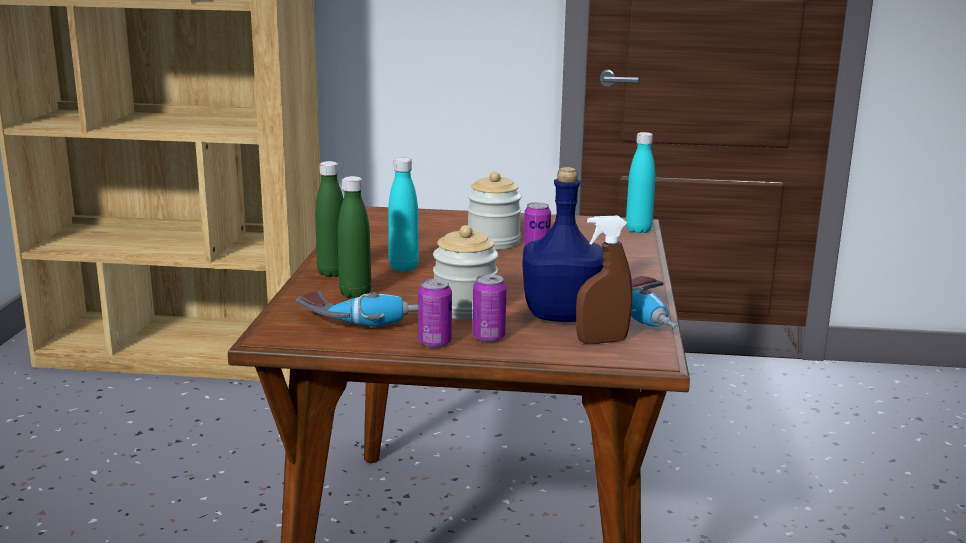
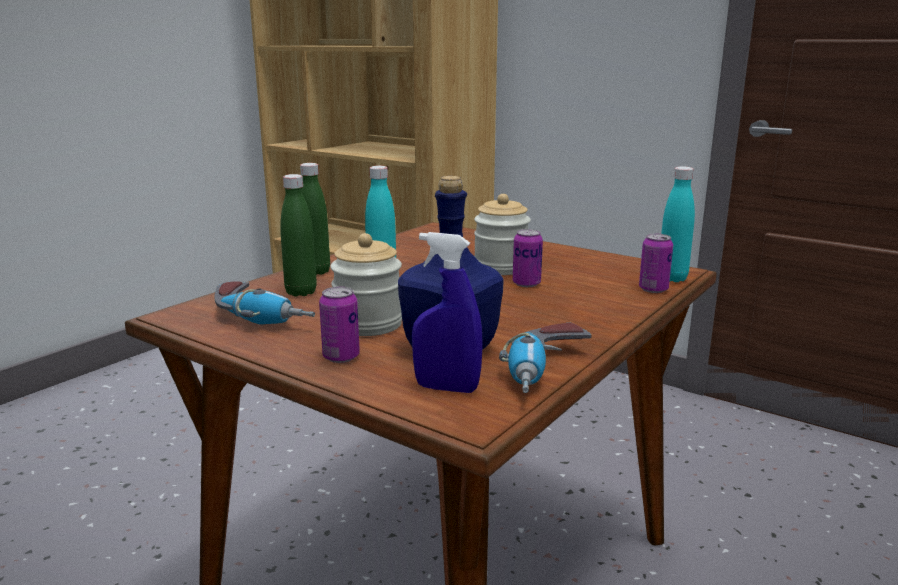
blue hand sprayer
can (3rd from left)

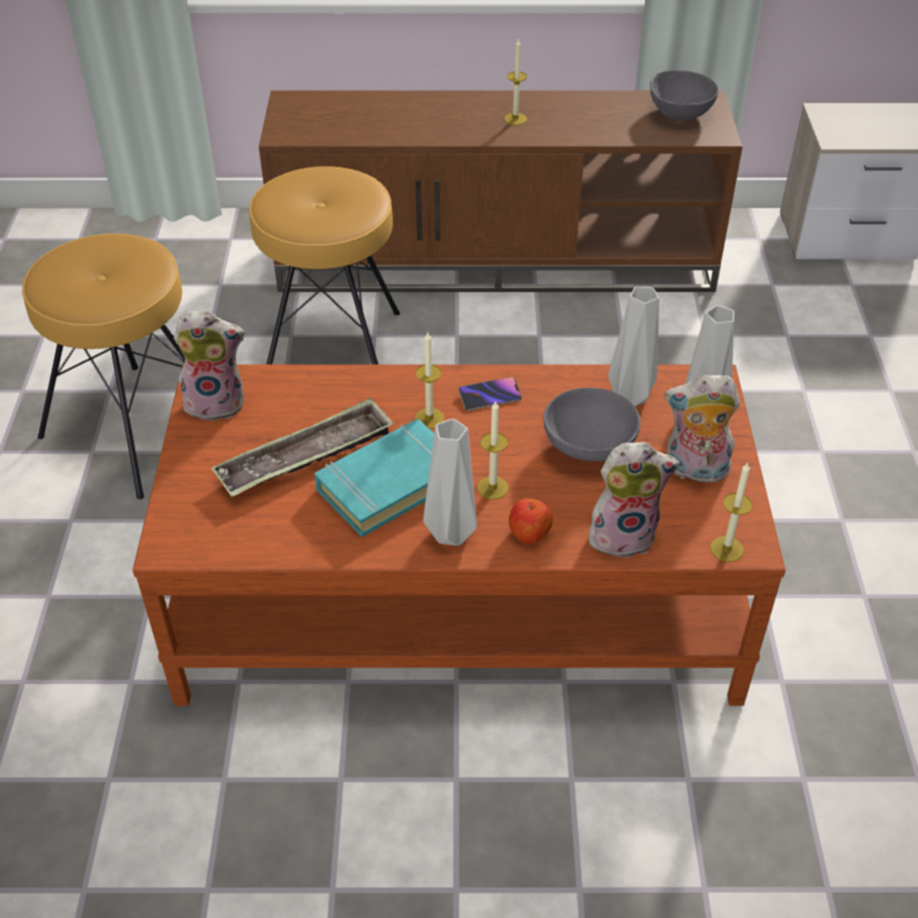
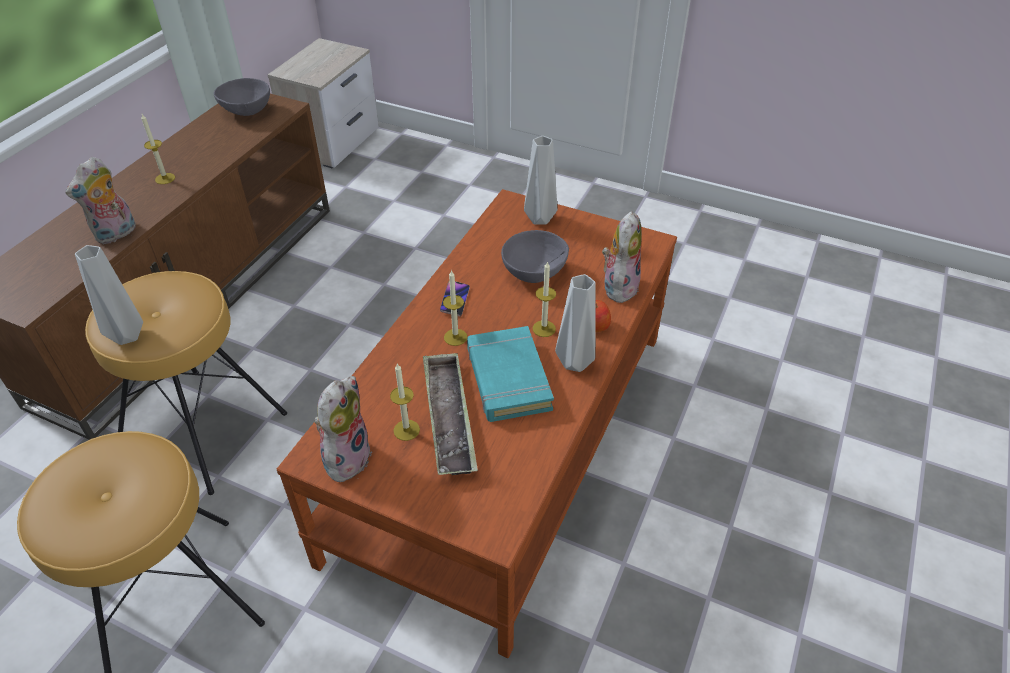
soft toy (1st from left)
greyish flower vase (1st from left)
wax light (2nd from left)

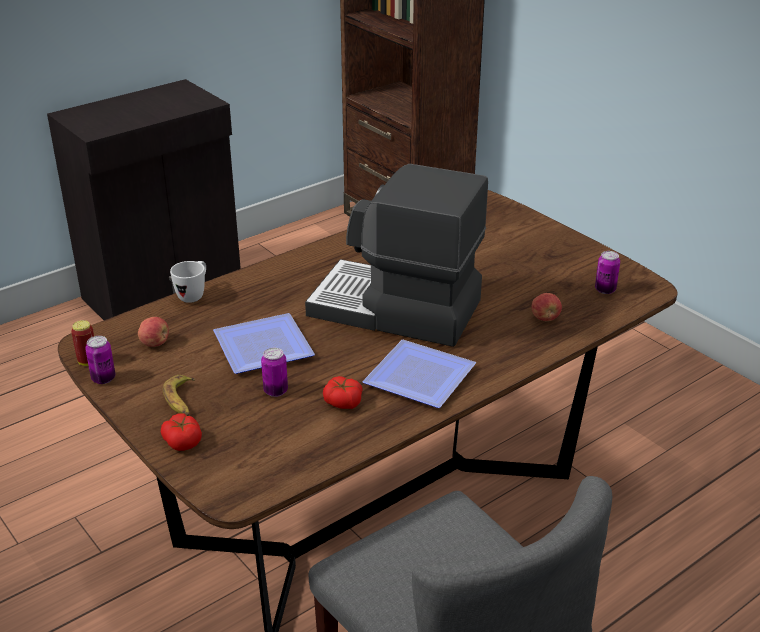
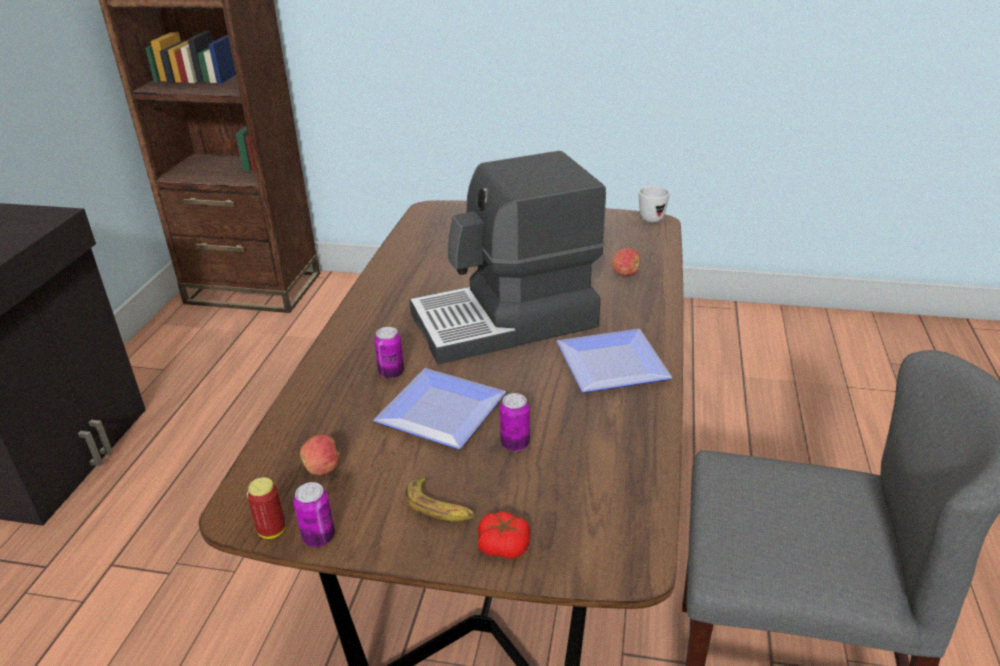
can (3rd from left)
white tea mug
tomato (2nd from left in the first image)

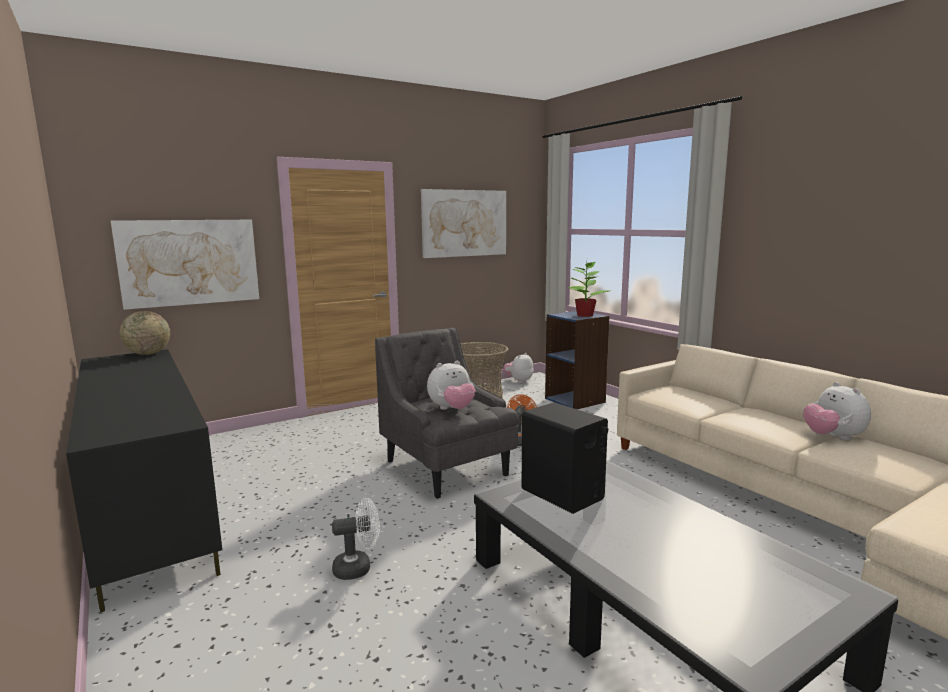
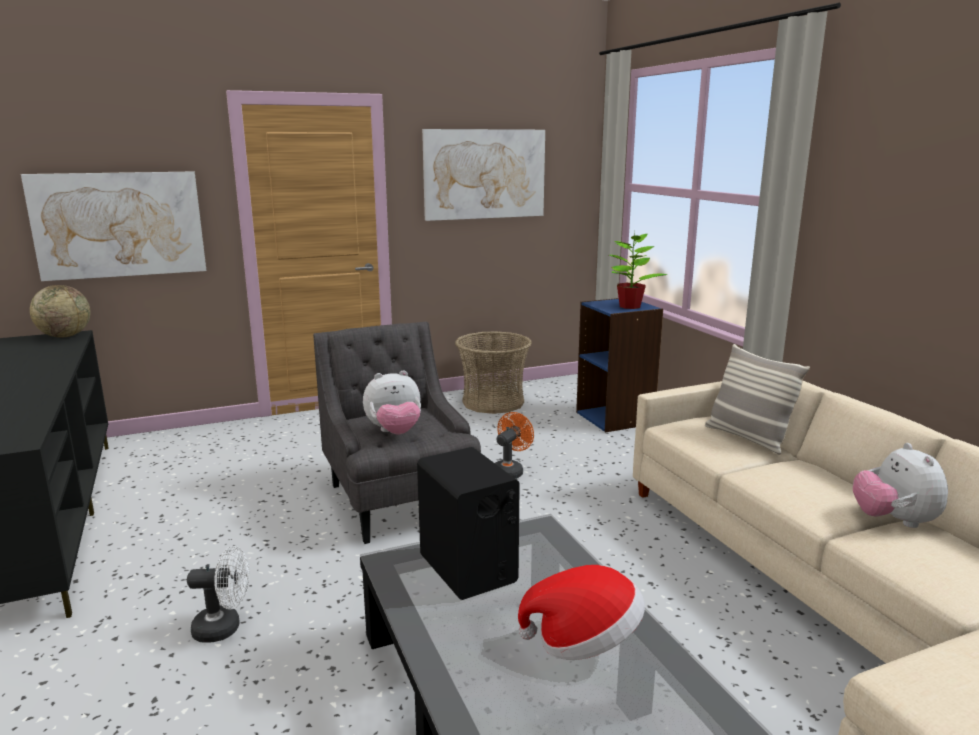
hat
throw pillow
soft toy (2nd from left in the first image)

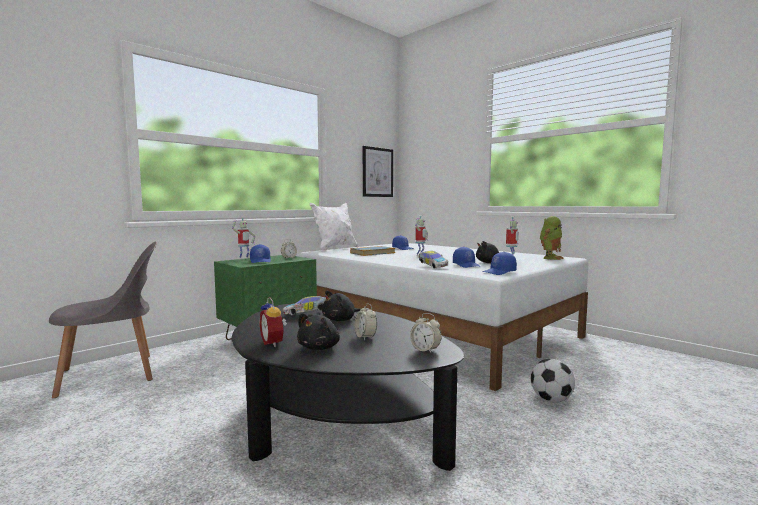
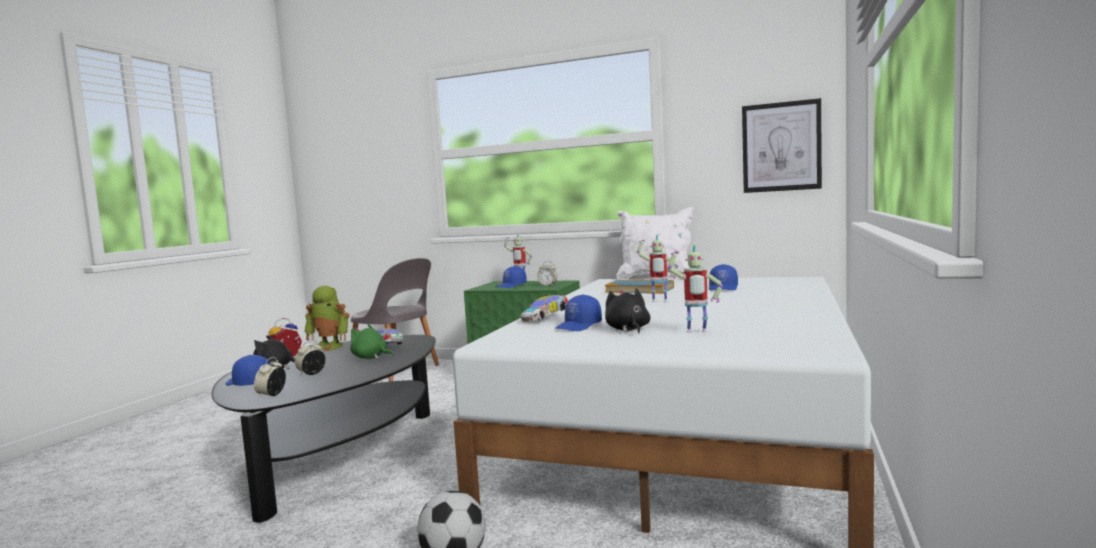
blue peaked cap (1st from left)
model robot (1st from left)
greenish soft toy

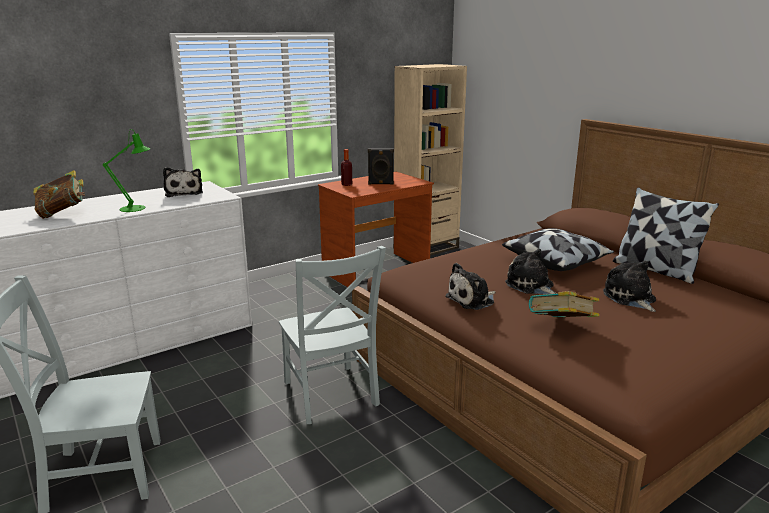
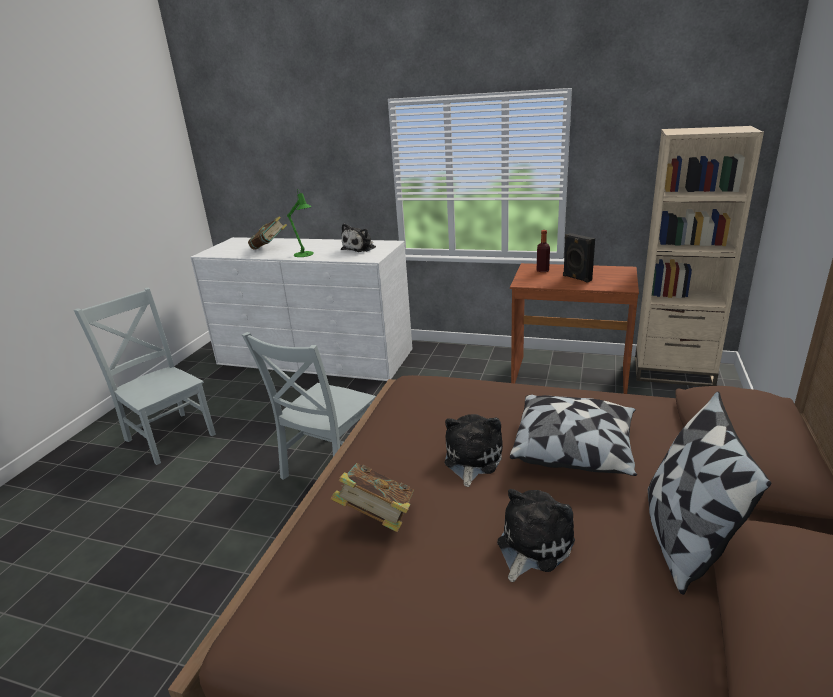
soft toy (2nd from left in the first image)

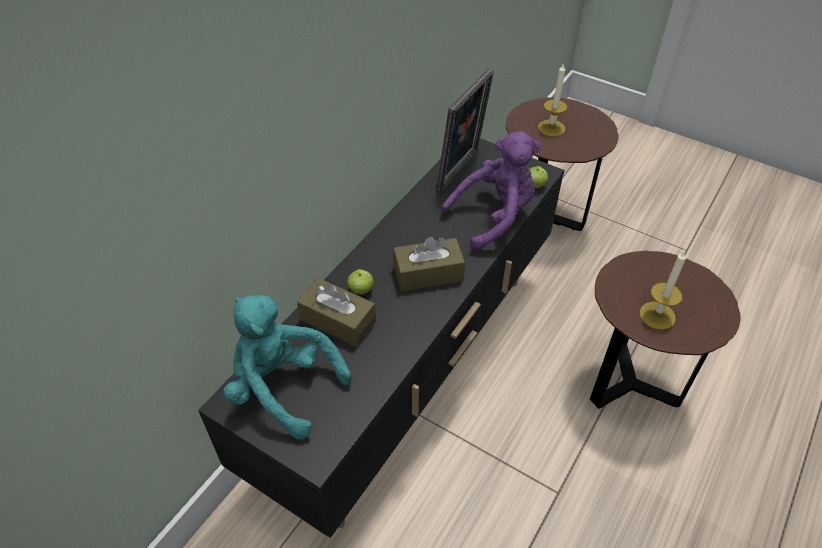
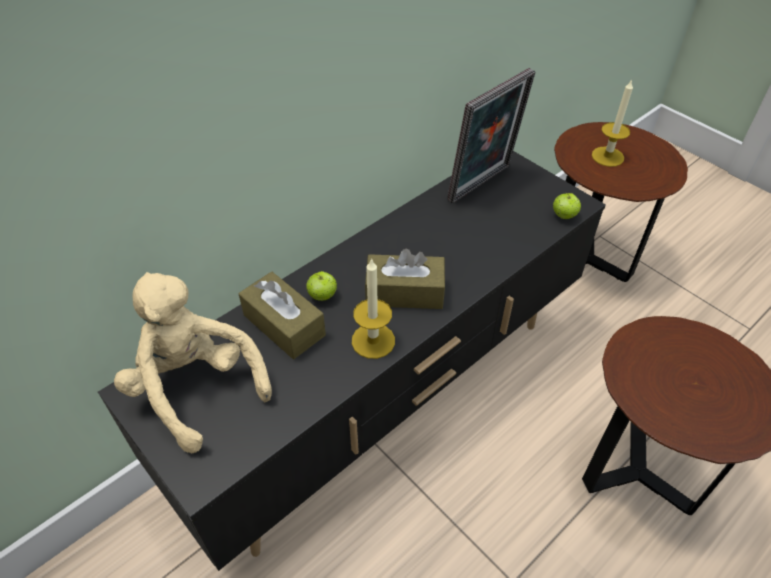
sand-coloured soft toy
wax light (1st from left)
purple-coloured soft toy

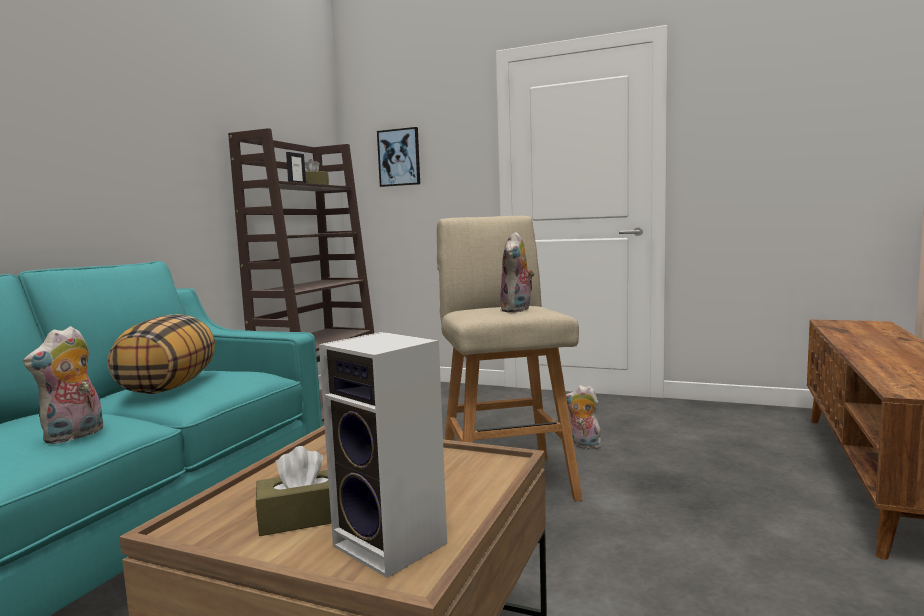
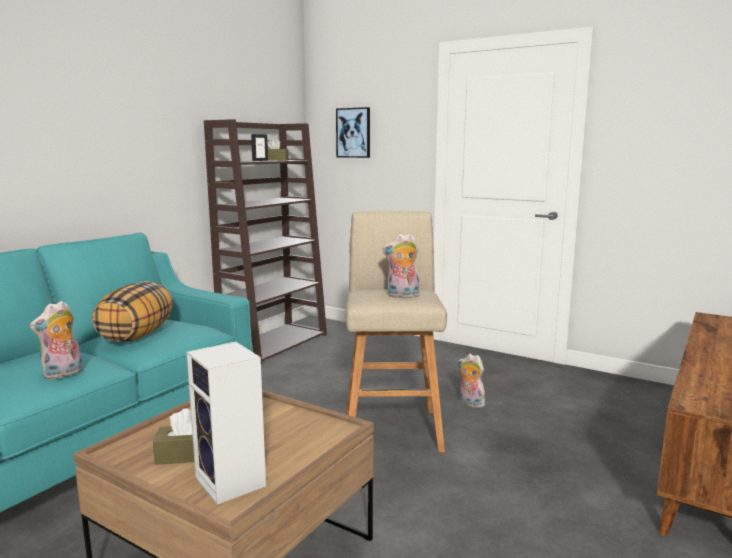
soft toy (2nd from left)

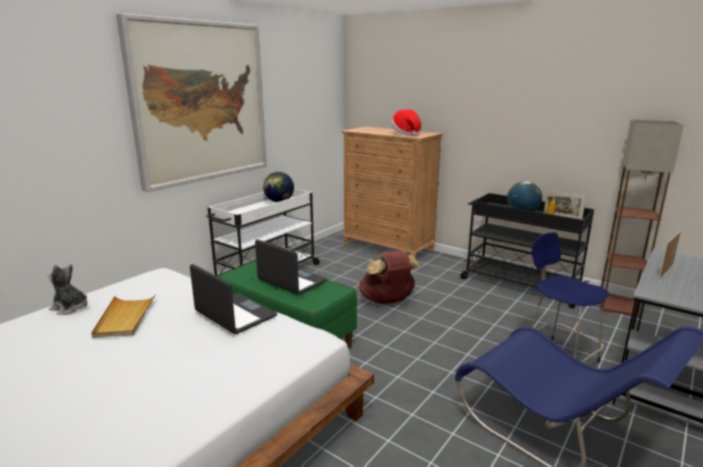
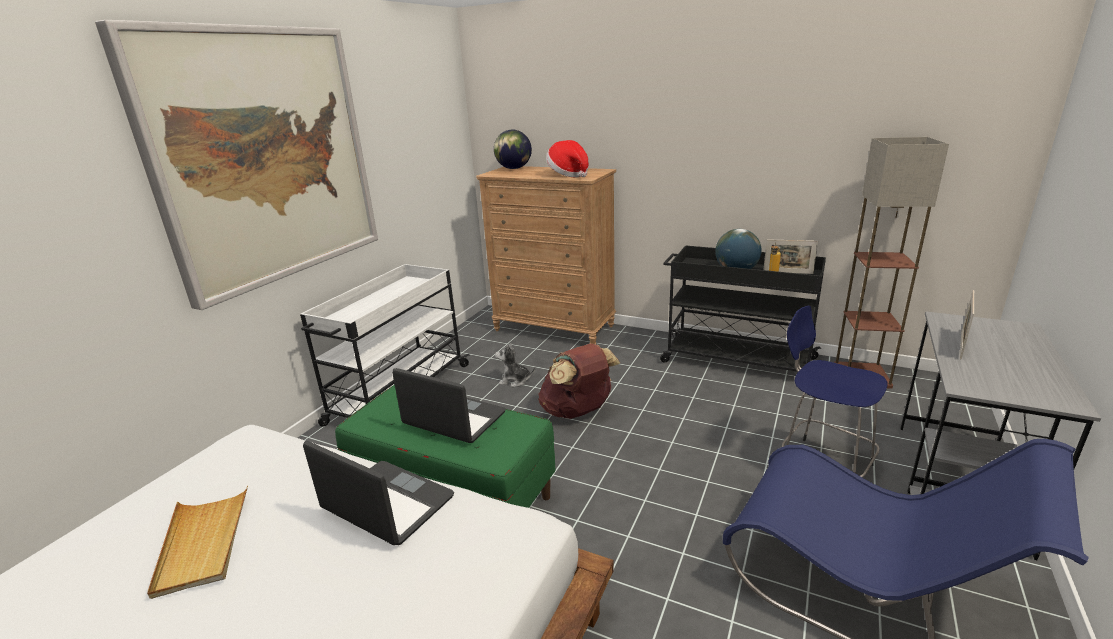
world globe (1st from left)
soft toy

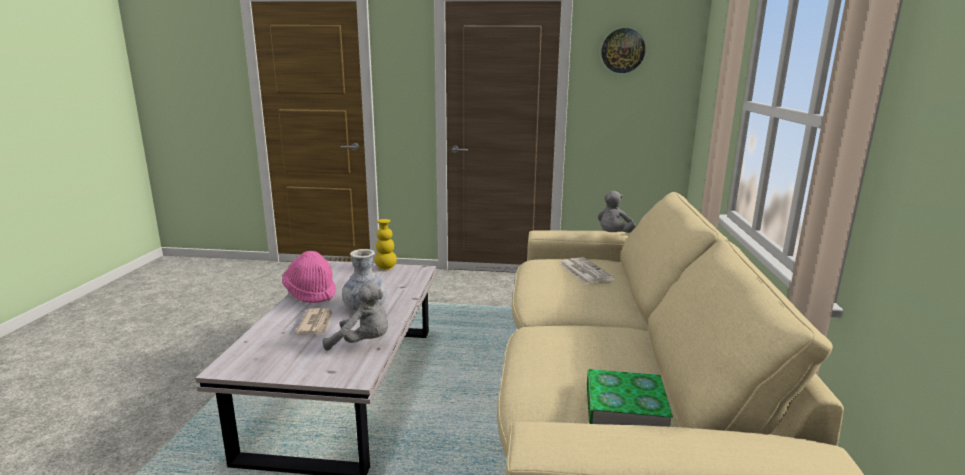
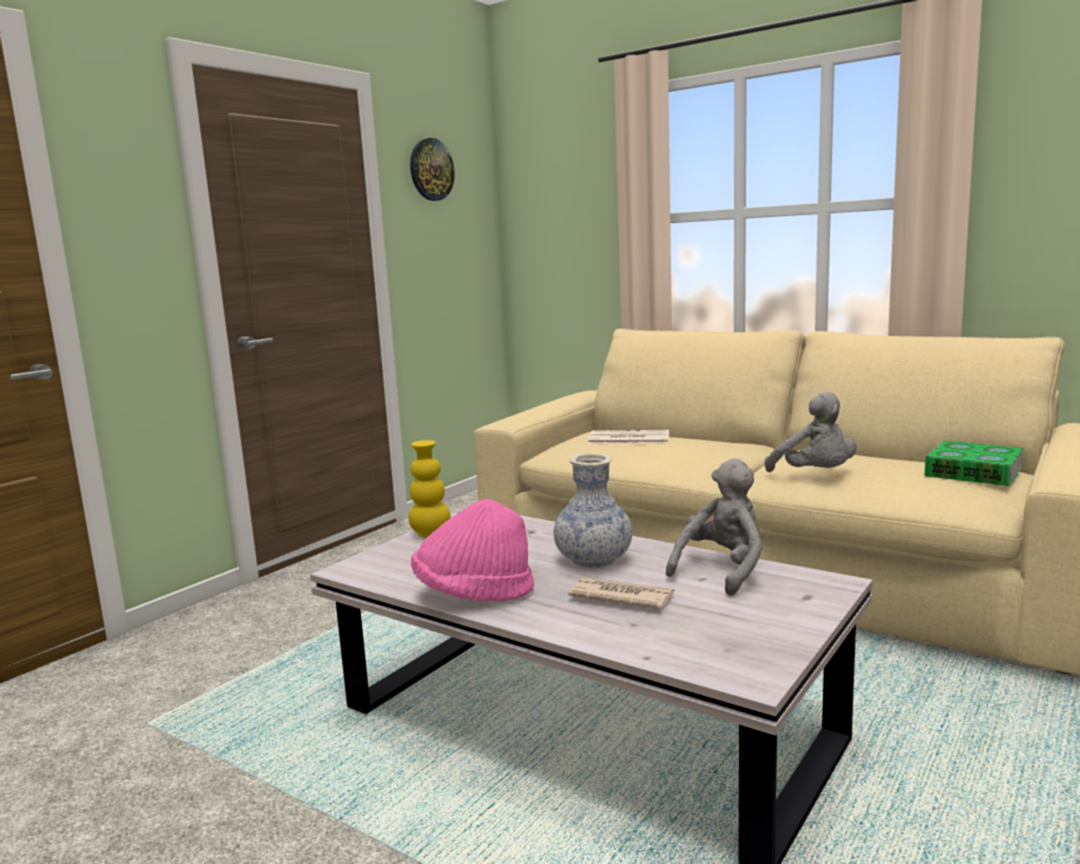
greyish soft toy (2nd from left)

